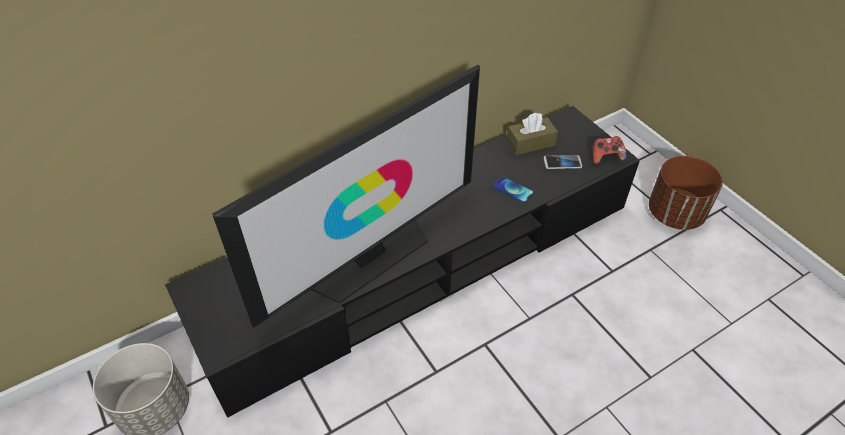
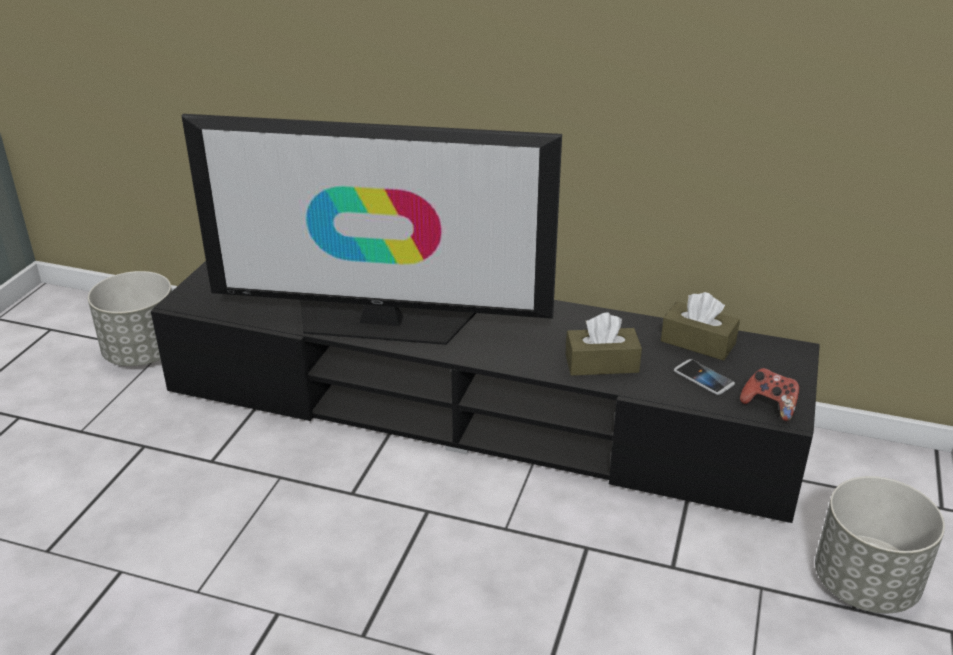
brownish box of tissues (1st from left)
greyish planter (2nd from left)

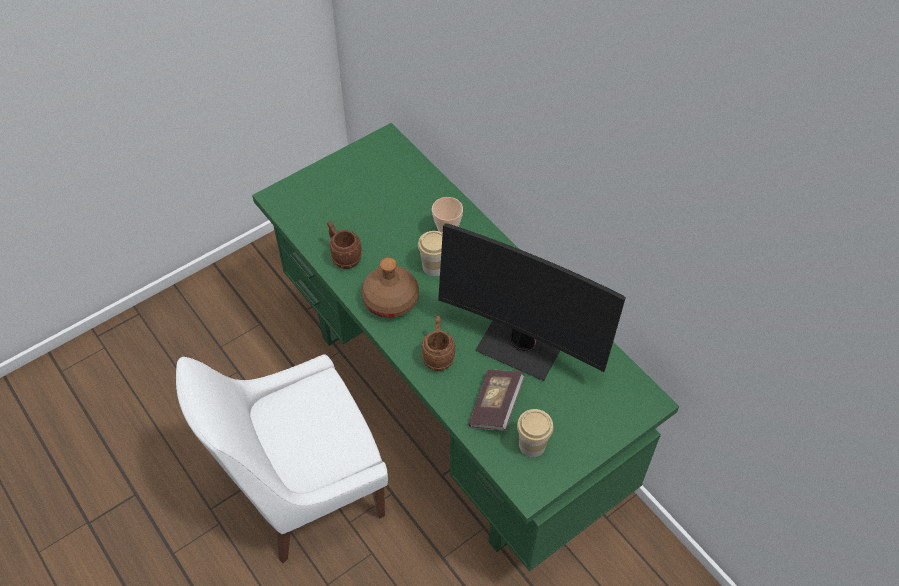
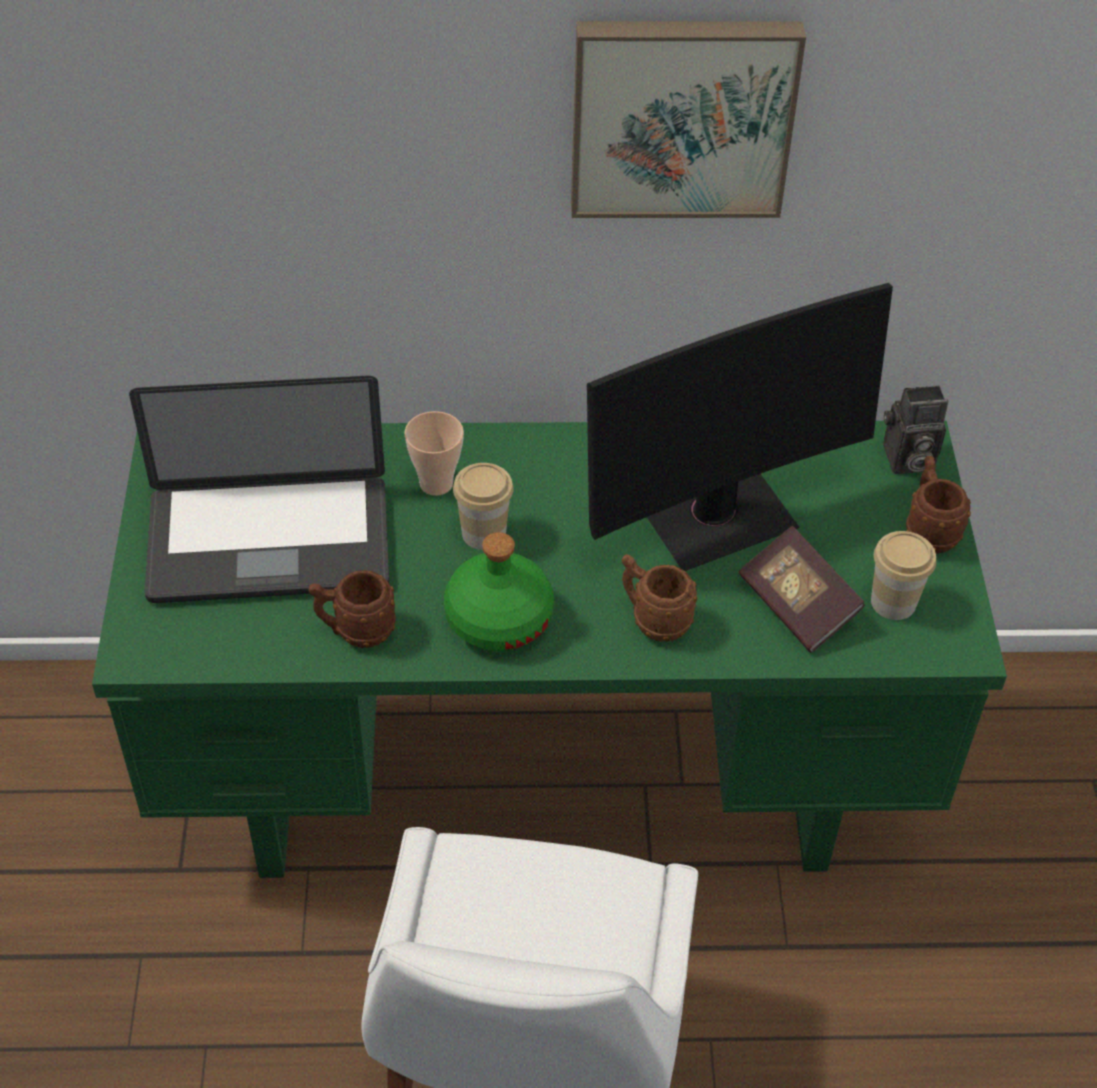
portable computer
greenish beverage bottle
wall picture
photo camera
brownish tea mug (3rd from left)

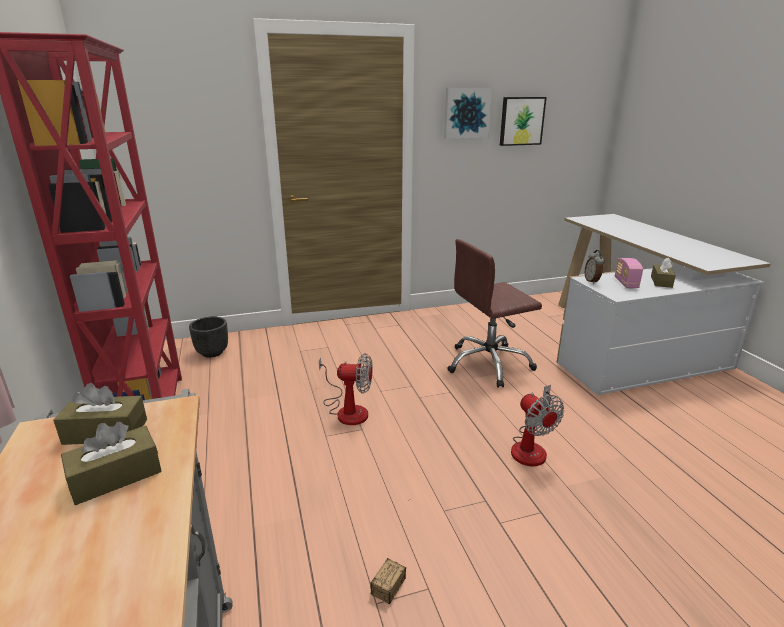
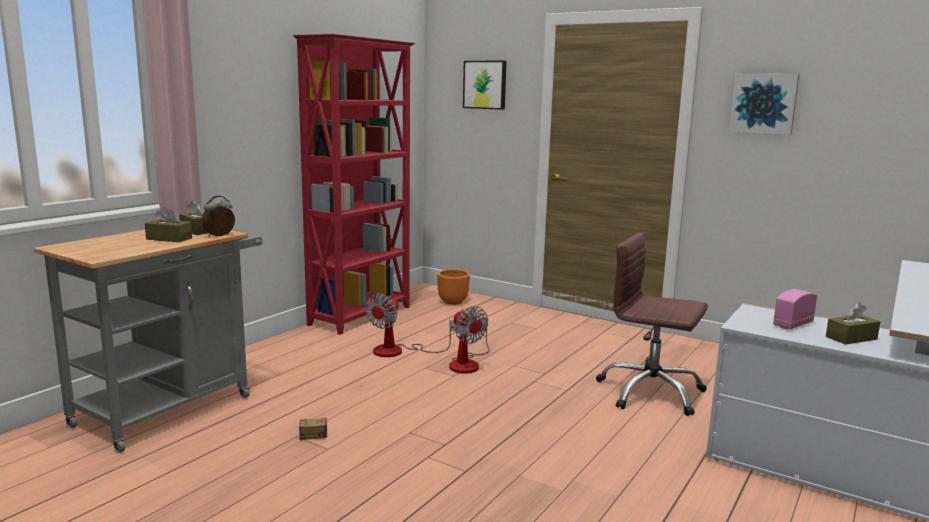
alarm clock
fan (1st from left)
orangey planter
wall picture (1st from left)

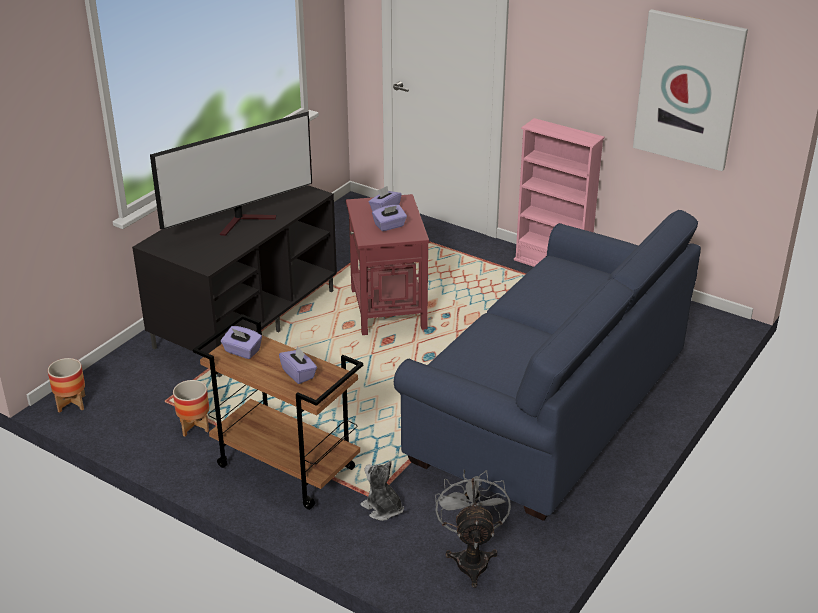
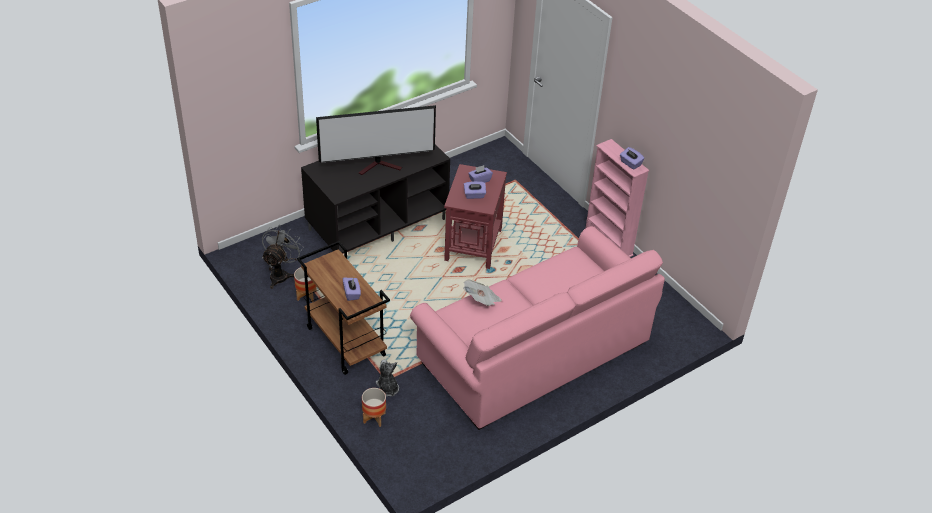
greyish fan
planter (2nd from left)
pink couch
printed paper
purple-coloured box of tissues (4th from left)
wall picture

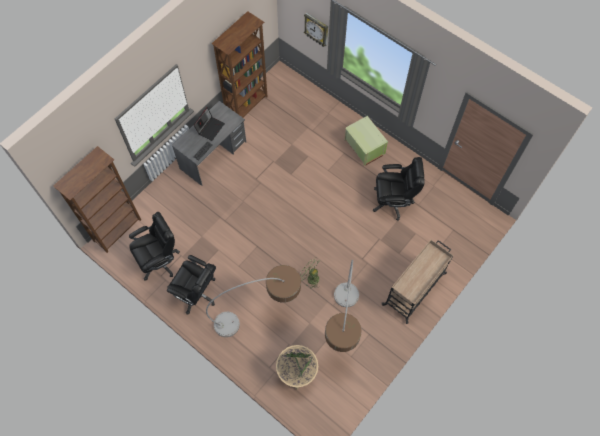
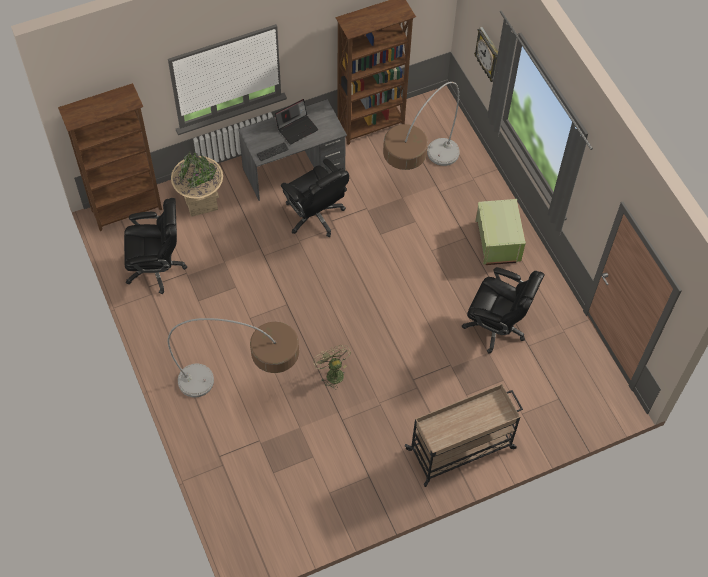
sand-coloured planter
blackish desk chair (2nd from left)
standard lamp (2nd from left)

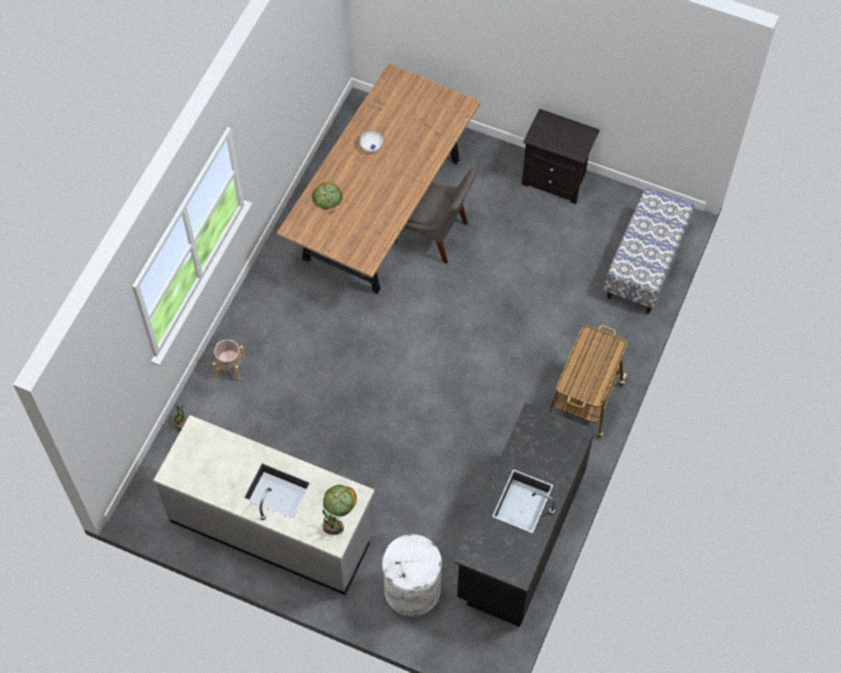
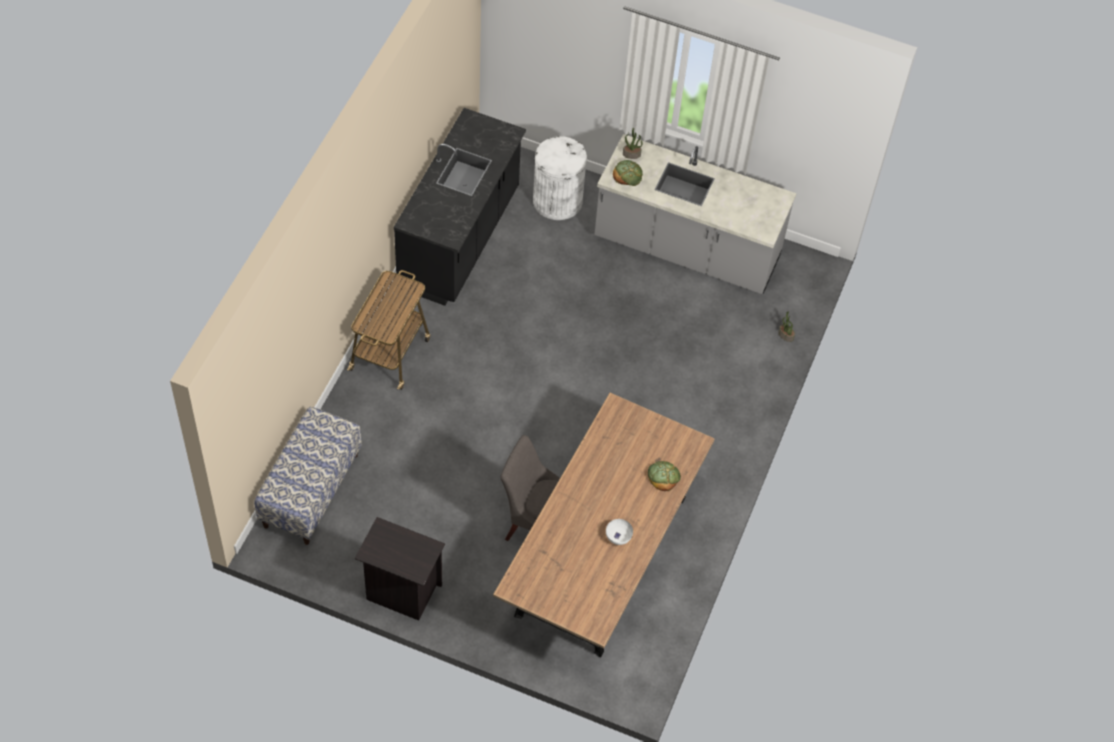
sand-coloured planter

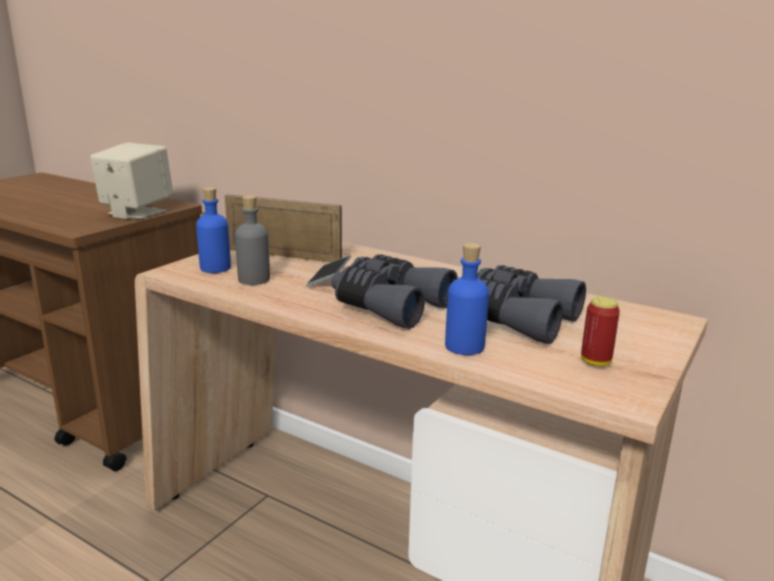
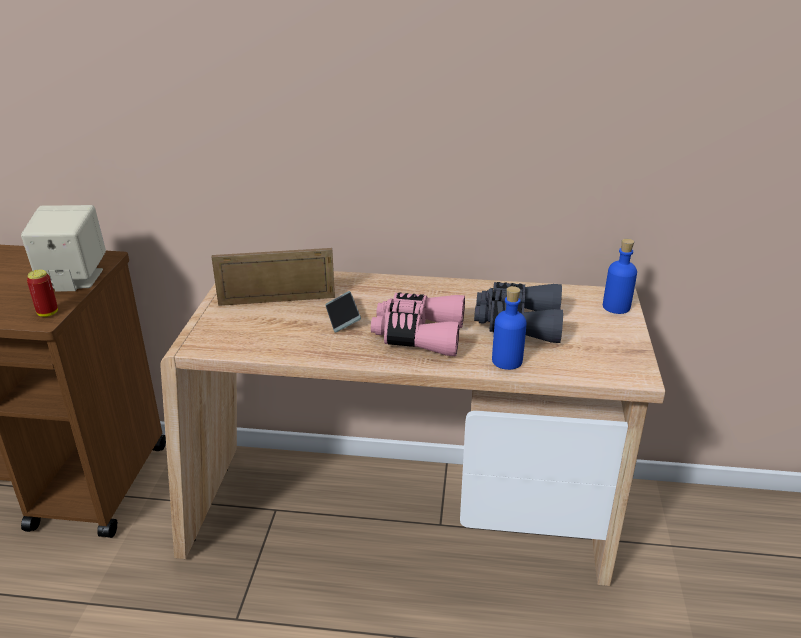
can
pink pair of binoculars
blue beverage bottle (2nd from left)
greyish beverage bottle

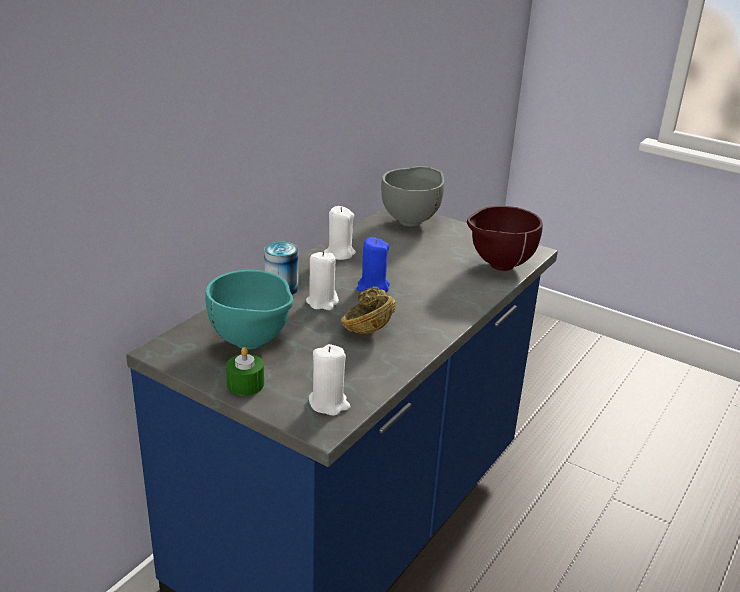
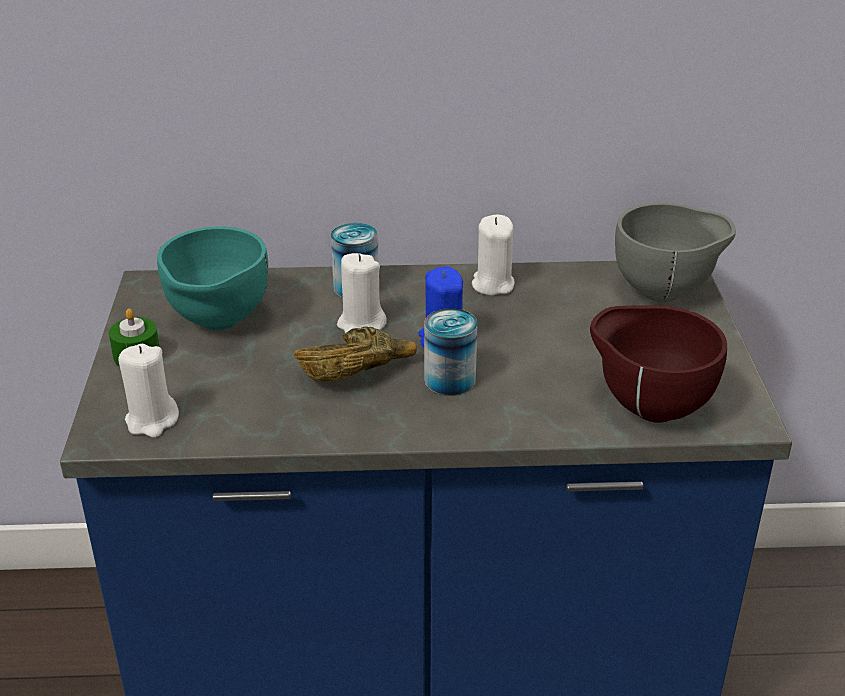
can (2nd from left)

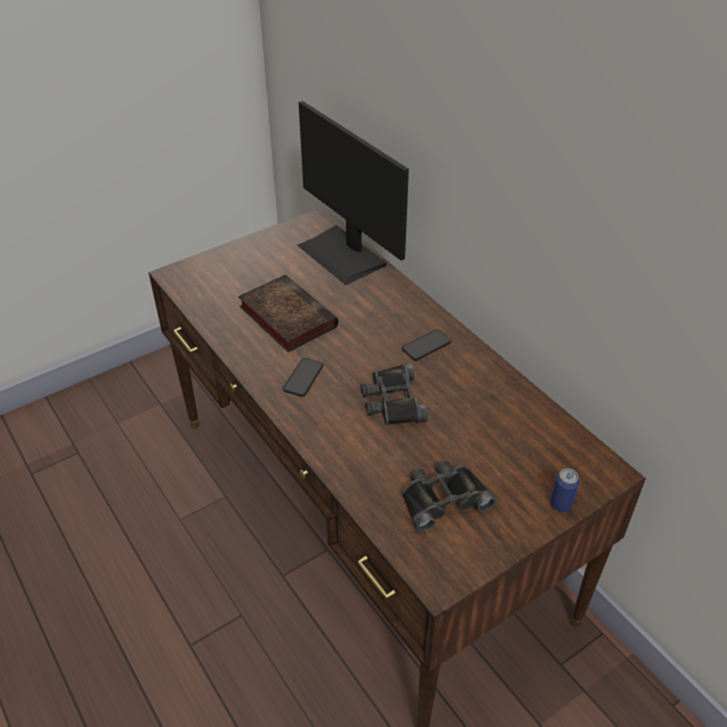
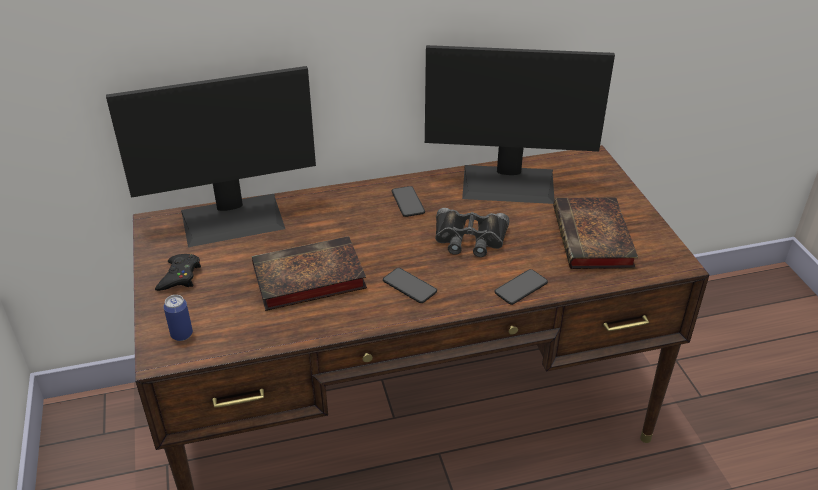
blackish game controller
can
computer display (2nd from left)
telephone (3rd from left)
volume (2nd from left)

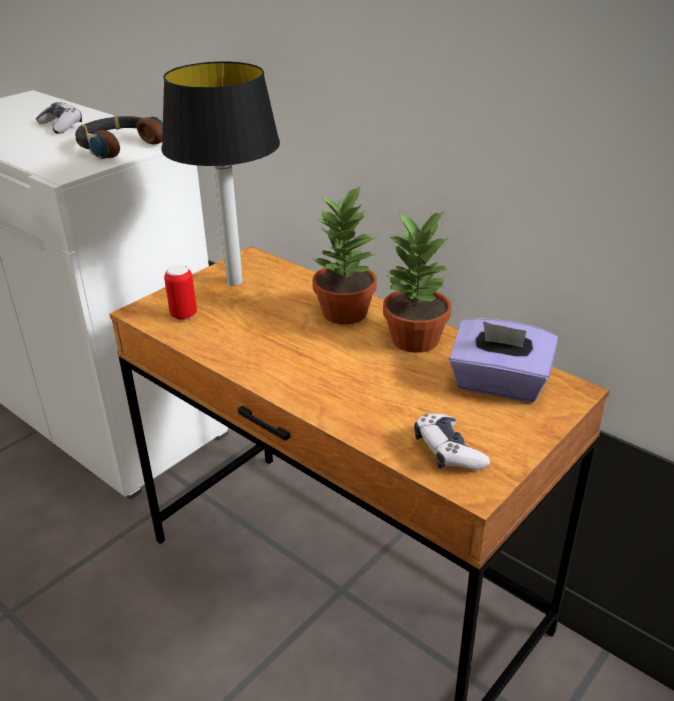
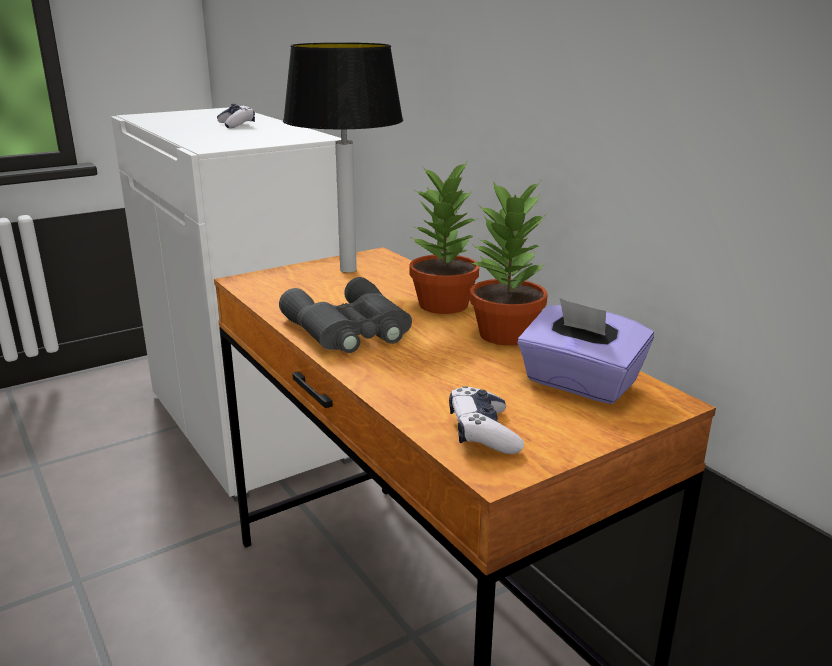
greyish pair of binoculars
headset
can

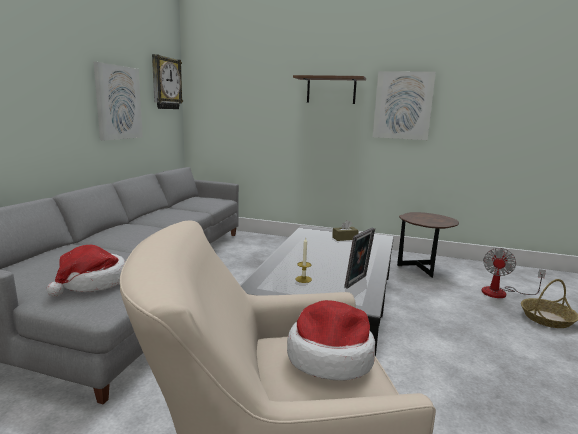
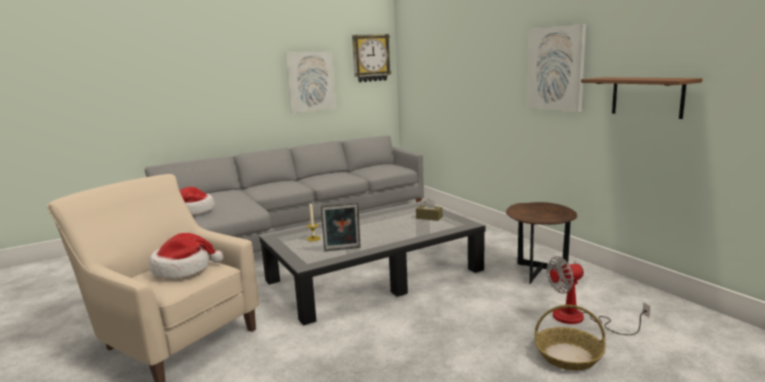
brownish shelf

